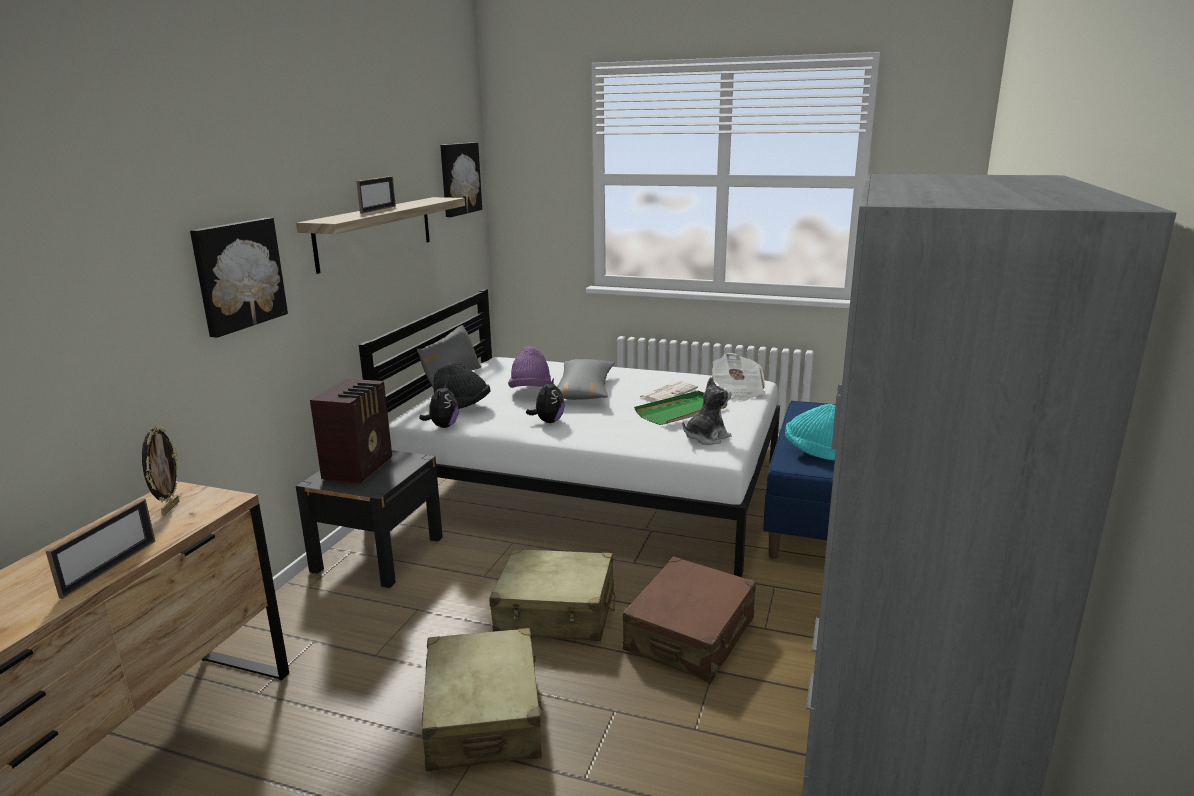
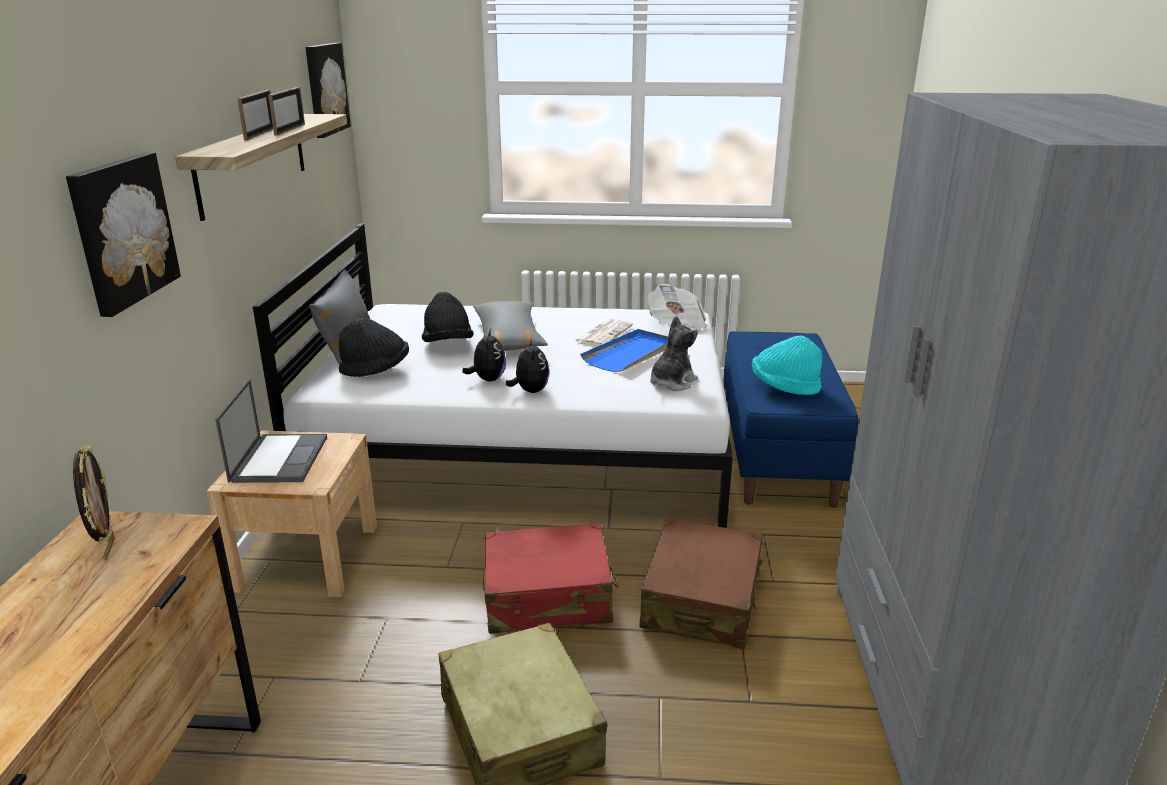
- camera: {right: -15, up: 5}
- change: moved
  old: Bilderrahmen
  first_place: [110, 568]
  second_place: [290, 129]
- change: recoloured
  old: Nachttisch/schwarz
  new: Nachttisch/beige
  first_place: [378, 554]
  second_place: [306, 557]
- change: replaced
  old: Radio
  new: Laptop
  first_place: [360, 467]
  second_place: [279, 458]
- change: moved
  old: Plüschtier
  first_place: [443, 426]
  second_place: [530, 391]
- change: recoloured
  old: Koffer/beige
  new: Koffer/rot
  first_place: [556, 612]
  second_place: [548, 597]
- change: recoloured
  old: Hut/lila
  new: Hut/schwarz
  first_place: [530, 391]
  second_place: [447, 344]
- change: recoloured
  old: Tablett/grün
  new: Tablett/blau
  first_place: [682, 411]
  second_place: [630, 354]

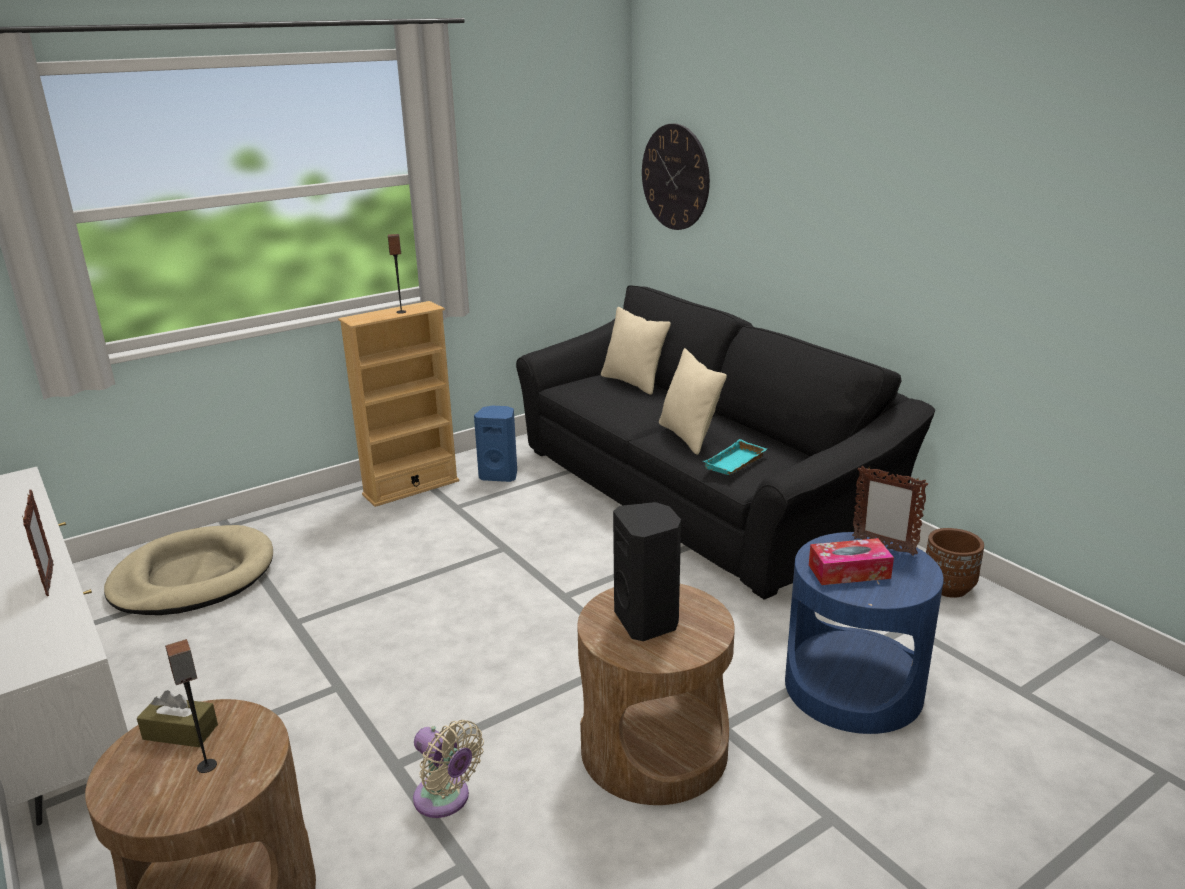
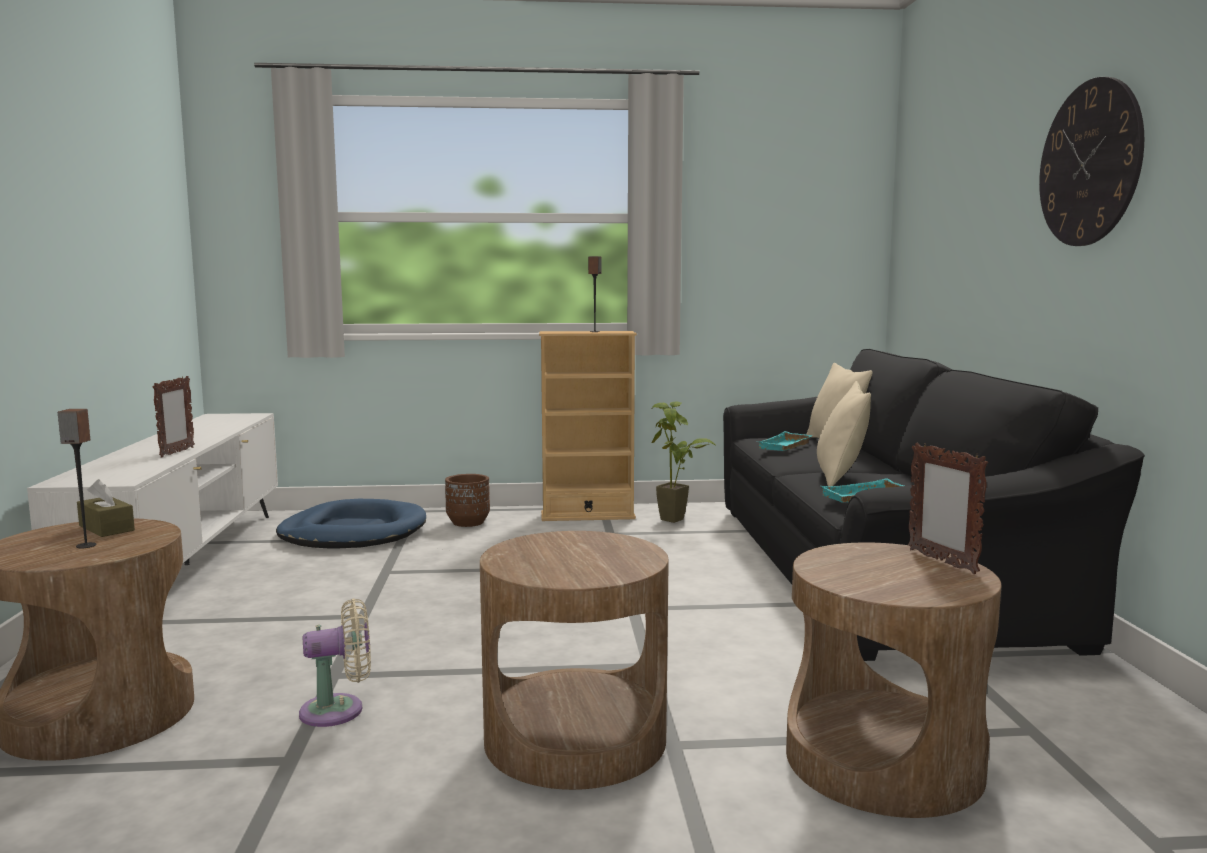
- camera: {right: 30, up: -15}
- change: recoloured
  old: Hundebett/beige
  new: Hundebett/blau
  first_place: [193, 577]
  second_place: [353, 532]
- change: turned
  old: Ventilator/beige
  first_place: [445, 800]
  second_place: [339, 710]
  degrees: -90
- change: replaced
  old: Lautsprecher/blau
  new: Topfpflanze
  first_place: [499, 475]
  second_place: [677, 522]
- change: removed
  old: Lautsprecher/schwarz
  first_place: [648, 621]
- change: moved
  old: Wanduhr
  first_place: [675, 177]
  second_place: [1089, 163]
- change: recoloured
  old: Beistelltisch/blau
  new: Beistelltisch/braun
  first_place: [853, 687]
  second_place: [883, 761]
- change: removed
  old: Taschentuchbox
  first_place: [849, 571]
- change: moved
  old: Pflanzkübel/braun
  first_place: [948, 587]
  second_place: [468, 522]
- change: added
  new: Tablett/türkis
  second_place: [786, 446]

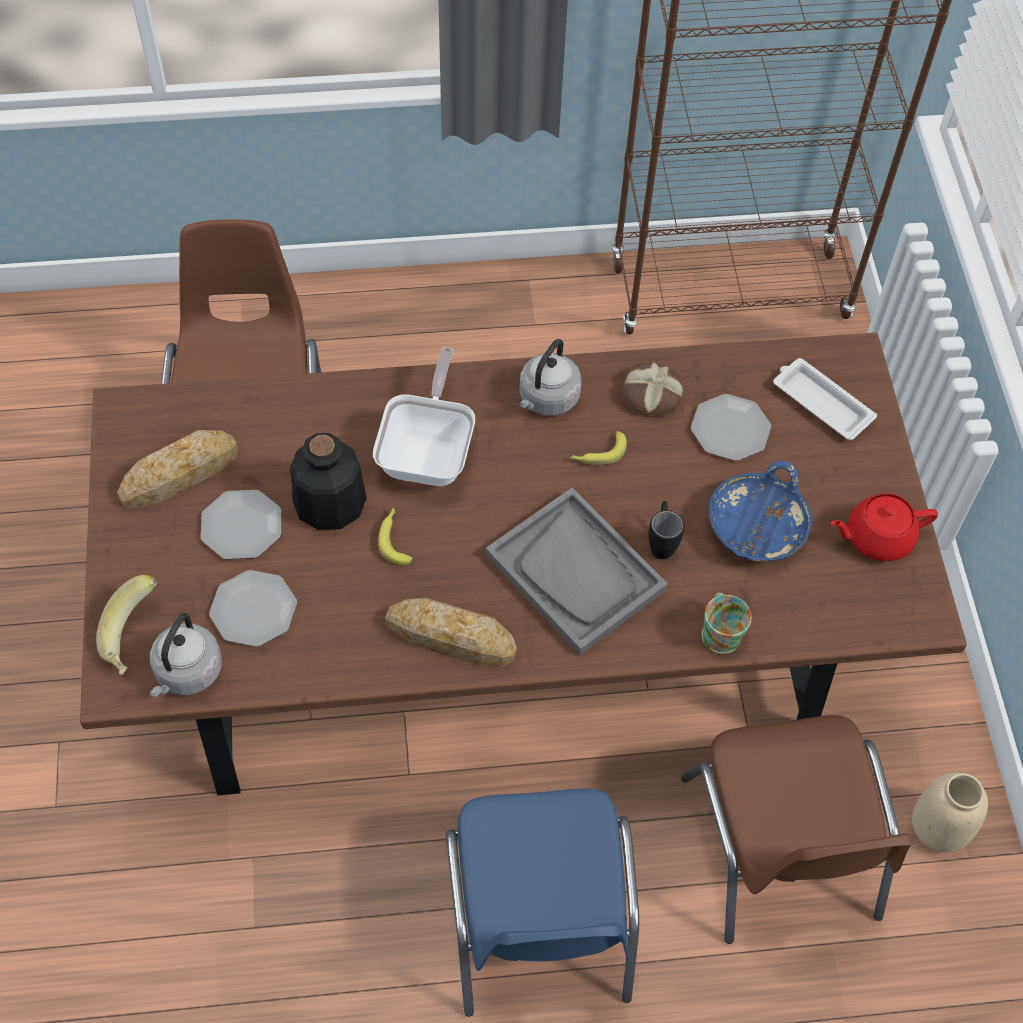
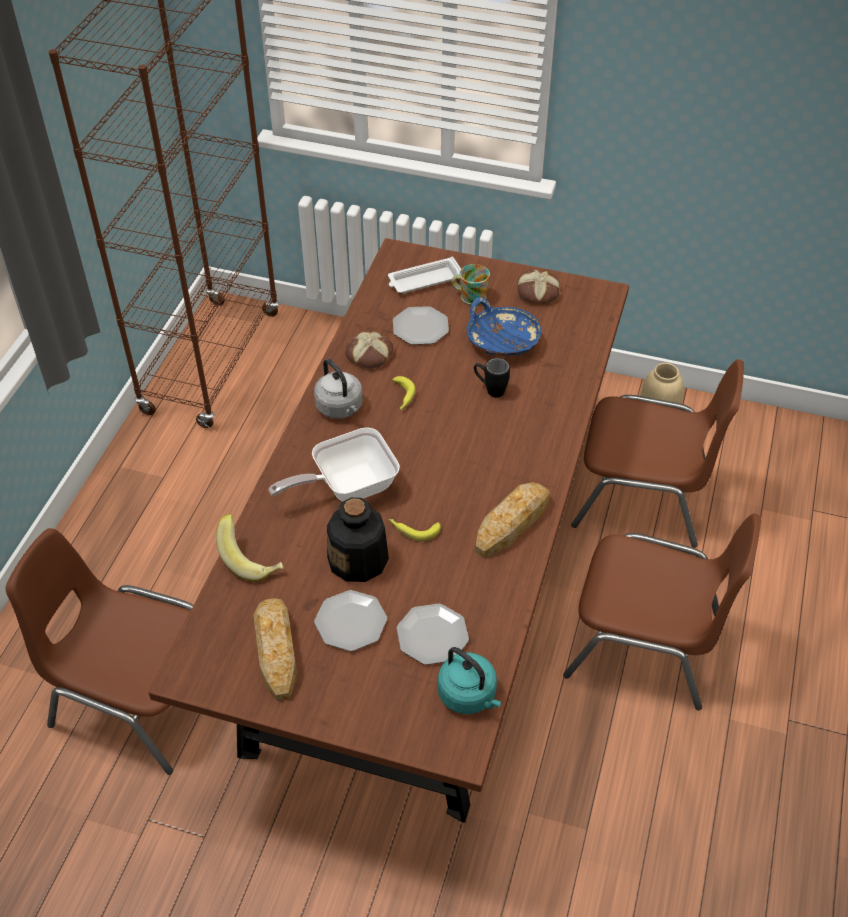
- camera: {right: -65, up: -10}
- change: moved
  old: Banane
  first_place: [135, 637]
  second_place: [251, 559]
- change: recoloured
  old: Wasserkessel/grau
  new: Wasserkessel/türkis
  first_place: [187, 673]
  second_place: [469, 696]
- change: turned
  old: Pfanne
  first_place: [429, 452]
  second_place: [347, 487]
  degrees: -60
- change: recoloured
  old: Stuhl/blau
  new: Stuhl/braun
  first_place: [538, 922]
  second_place: [646, 644]
- change: removed
  old: Tablett/grau
  first_place: [576, 573]
- change: moved
  old: Henkelbecher
  first_place: [720, 631]
  second_place: [469, 296]
- change: replaced
  old: Teekanne/rot
  new: Brot
  first_place: [877, 537]
  second_place: [537, 292]

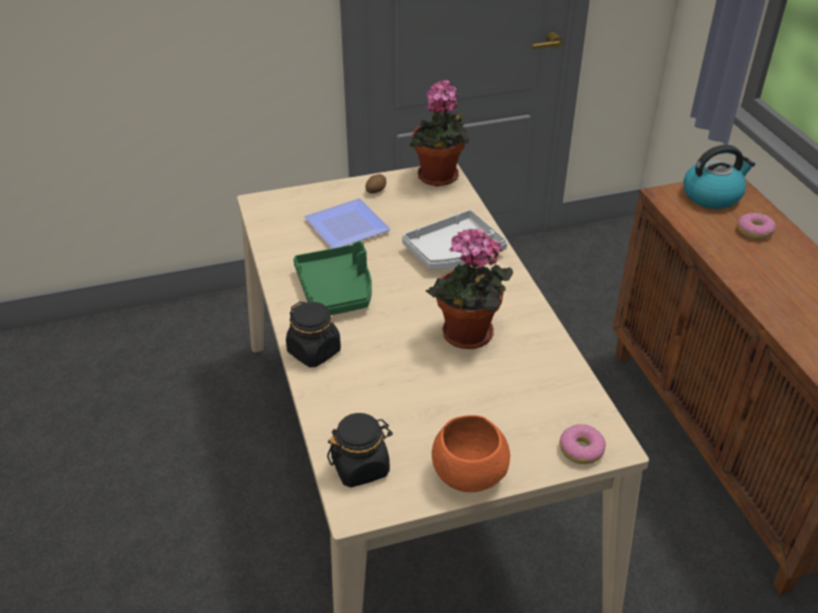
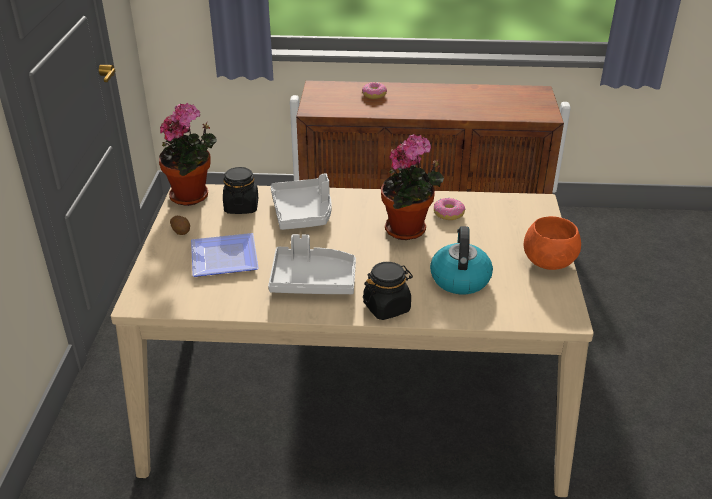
- camera: {right: -70, up: -5}
- change: recoloured
  old: Tablett/grün
  new: Tablett/grau
  first_place: [336, 290]
  second_place: [313, 280]
- change: moved
  old: Vorratsglas/schwarz
  first_place: [361, 466]
  second_place: [241, 206]
- change: moved
  old: Donut
  first_place: [581, 450]
  second_place: [449, 214]
- change: moved
  old: Wasserkessel
  first_place: [712, 195]
  second_place: [459, 278]

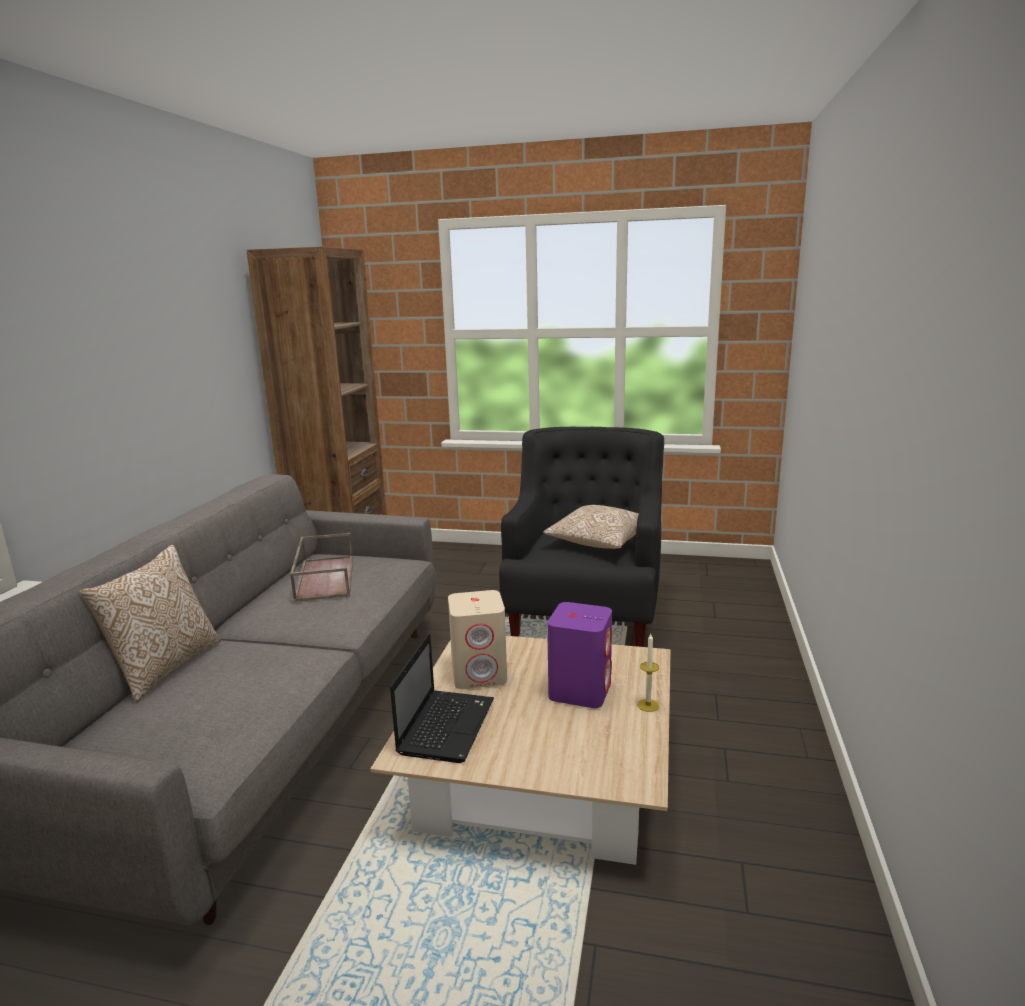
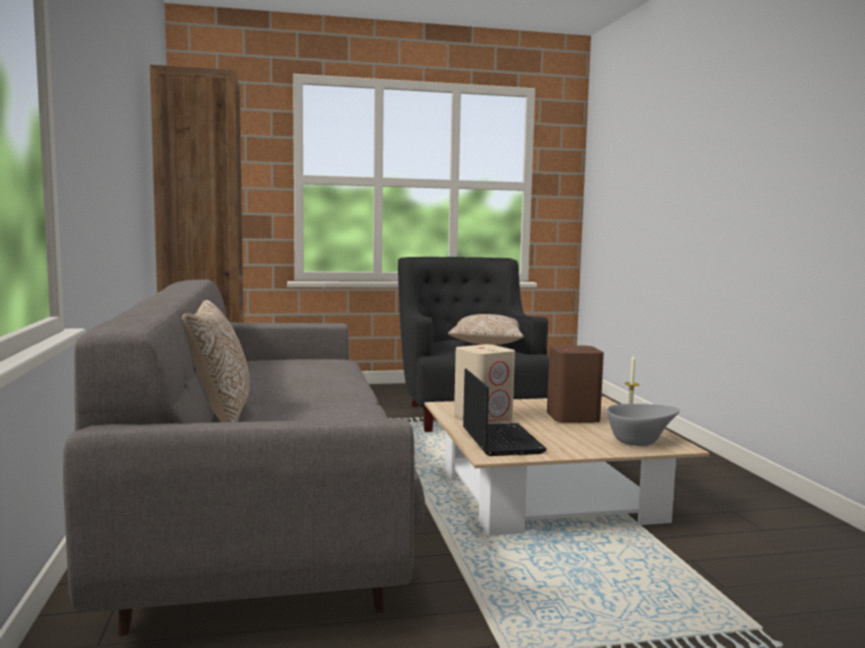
- camera: {right: -25, up: -10}
- change: removed
  old: Tablett/braun
  first_place: [324, 577]
- change: recoloured
  old: Lautsprecher/lila
  new: Lautsprecher/braun
  first_place: [580, 690]
  second_place: [572, 417]
- change: added
  new: Schüssel/grau
  second_place: [640, 441]

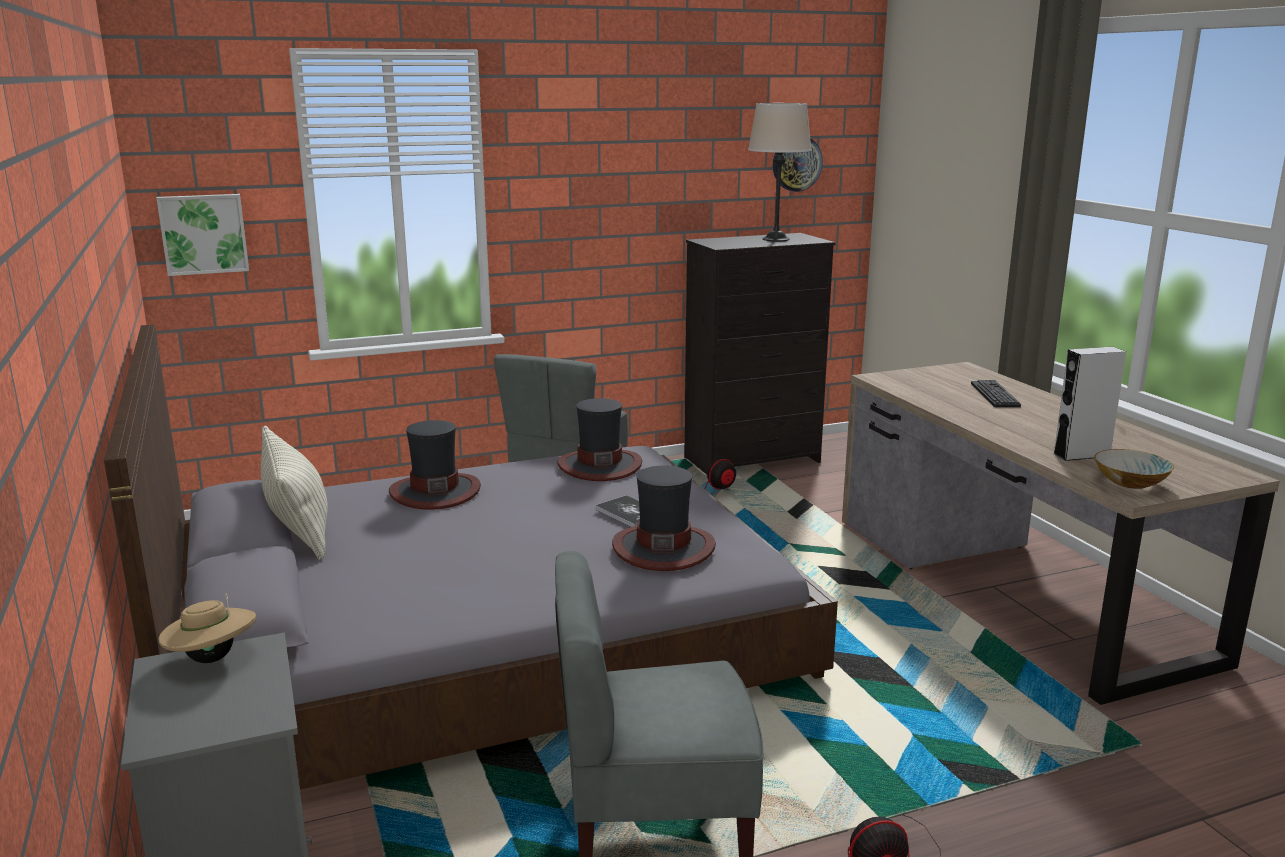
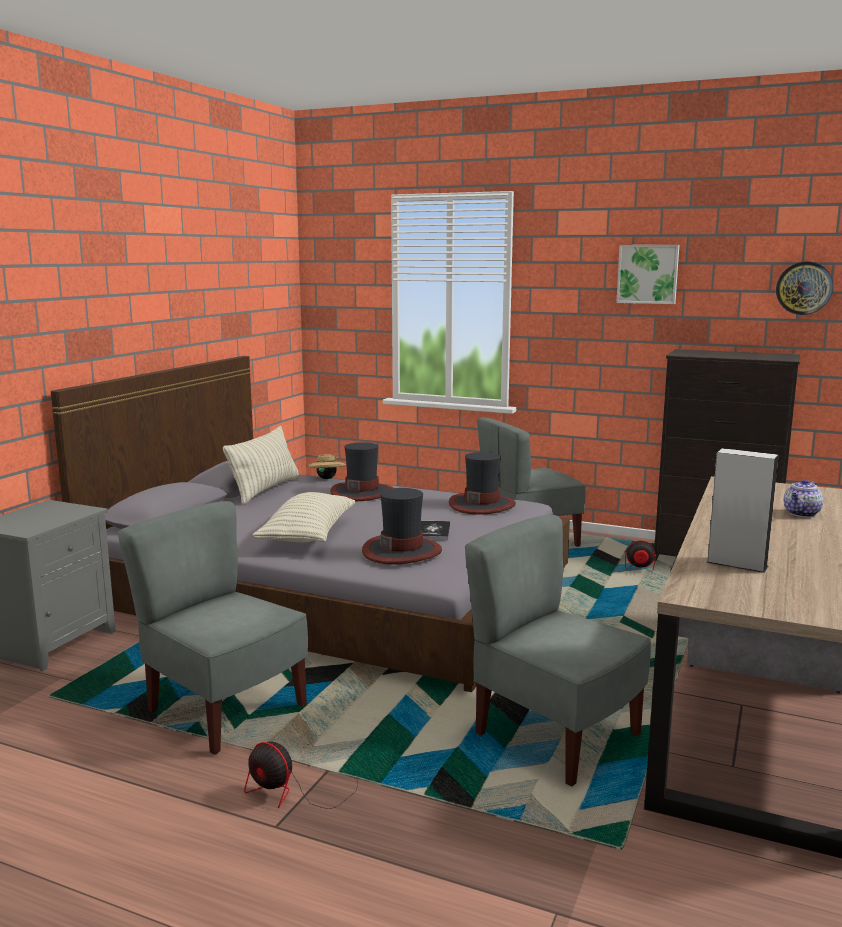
- camera: {right: 45, up: -5}
- change: moved
  old: Bild
  first_place: [204, 234]
  second_place: [648, 274]
- change: moved
  old: Hut/beige
  first_place: [212, 658]
  second_place: [327, 478]
- change: removed
  old: Tischlampe/beige
  first_place: [775, 239]
- change: replaced
  old: Tastatur
  new: Teekanne
  first_place: [994, 395]
  second_place: [801, 514]
- change: removed
  old: Schüssel
  first_place: [1130, 483]
- change: added
  new: Kissen
  second_place: [307, 535]
- change: added
  new: Stuhl/grau
  second_place: [555, 736]

